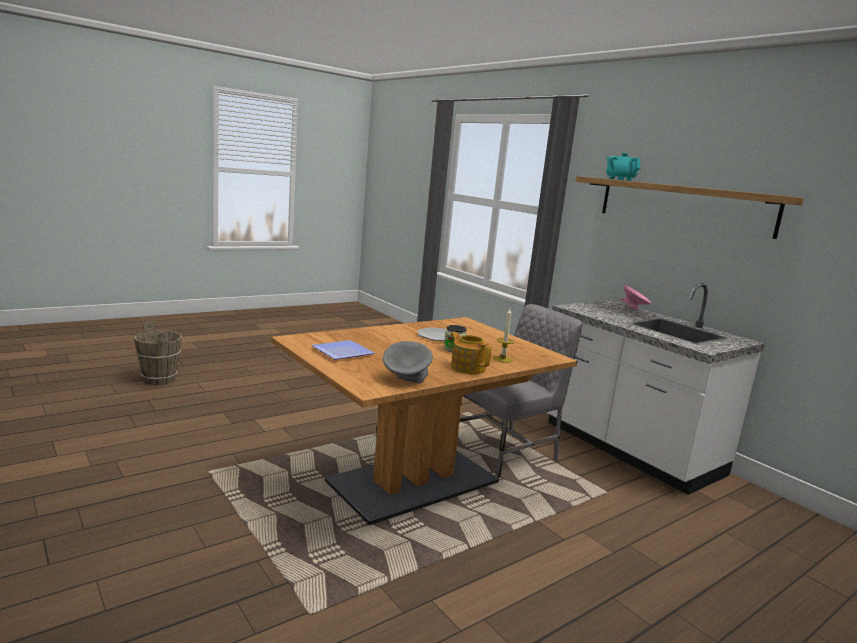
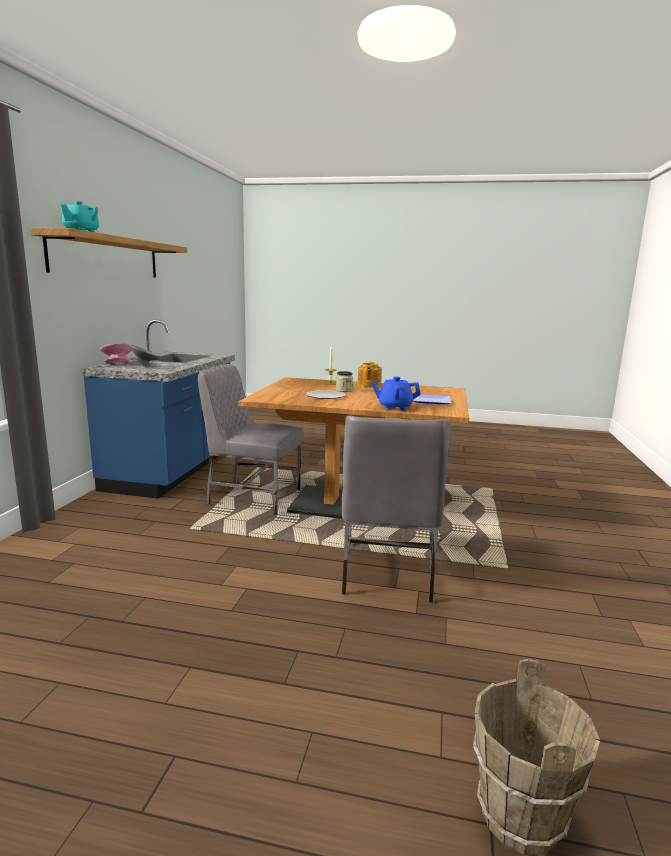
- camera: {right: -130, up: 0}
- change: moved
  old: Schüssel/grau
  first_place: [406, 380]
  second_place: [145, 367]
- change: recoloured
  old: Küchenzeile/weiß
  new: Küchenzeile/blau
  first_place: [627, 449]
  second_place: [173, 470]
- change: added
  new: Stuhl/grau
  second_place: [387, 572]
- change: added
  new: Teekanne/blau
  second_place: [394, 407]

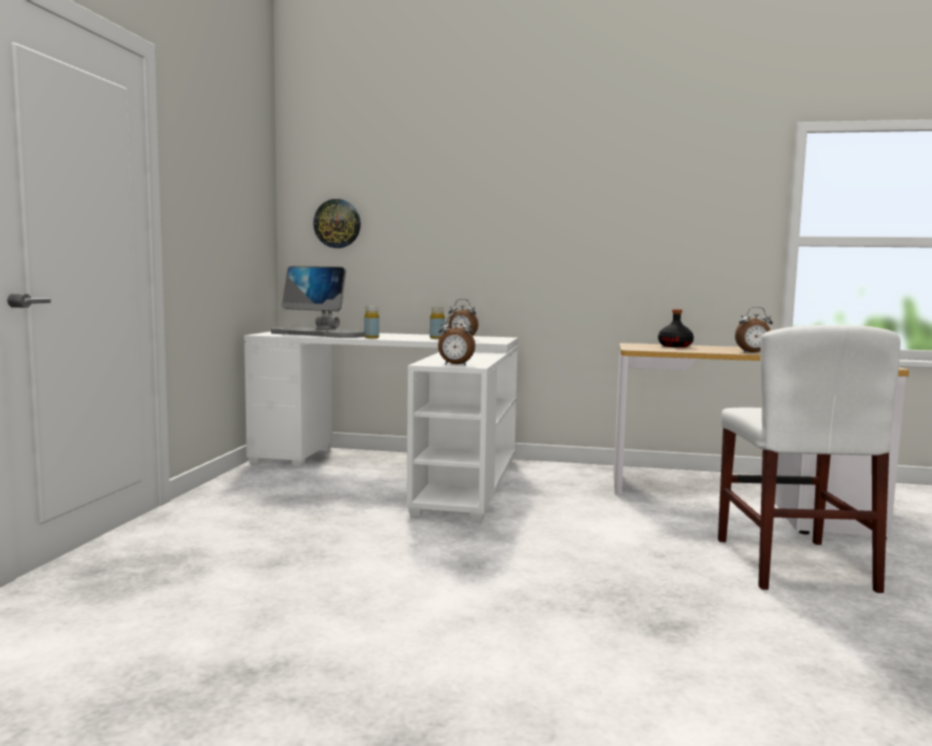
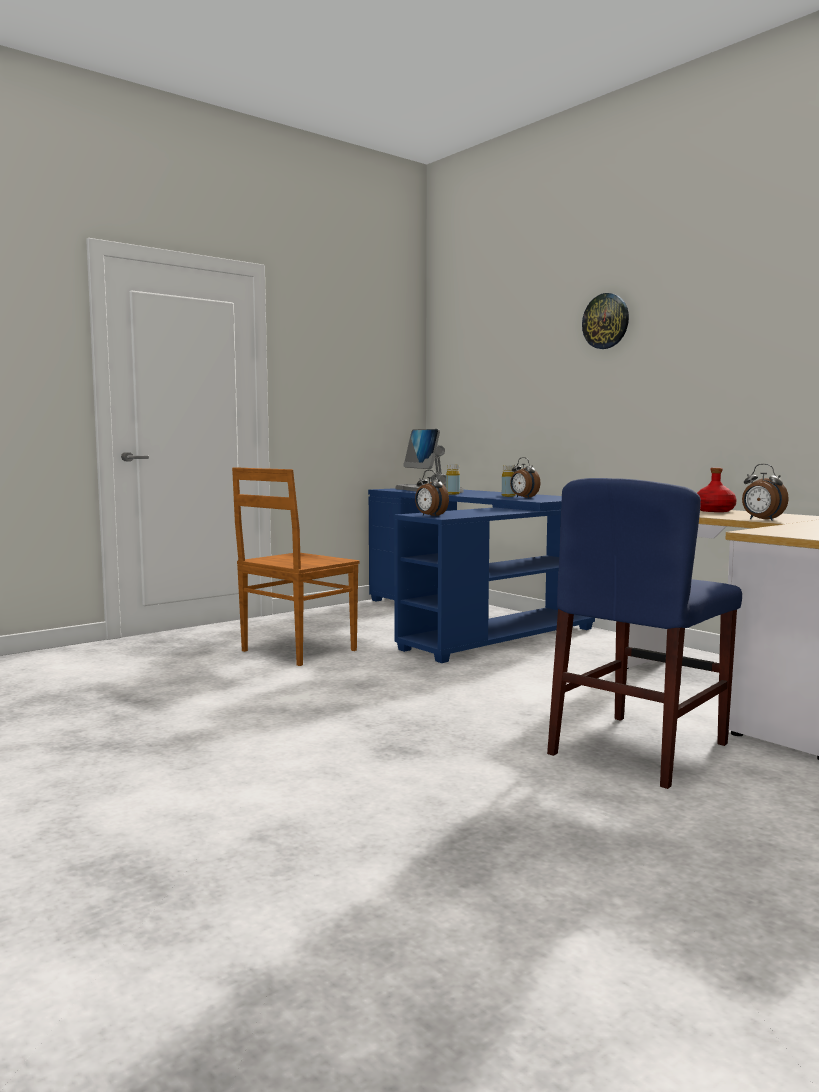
- camera: {right: 40, up: 0}
- change: recoloured
  old: Schreibtisch/weiß
  new: Schreibtisch/blau
  first_place: [402, 470]
  second_place: [471, 621]
- change: moved
  old: Wanduhr
  first_place: [337, 223]
  second_place: [606, 321]
- change: recoloured
  old: Flasche/schwarz
  new: Flasche/rot
  first_place: [675, 346]
  second_place: [714, 511]
- change: recoloured
  old: Stuhl/weiß
  new: Stuhl/blau
  first_place: [792, 564]
  second_place: [639, 749]
- change: added
  new: Stuhl/braun
  second_place: [296, 651]

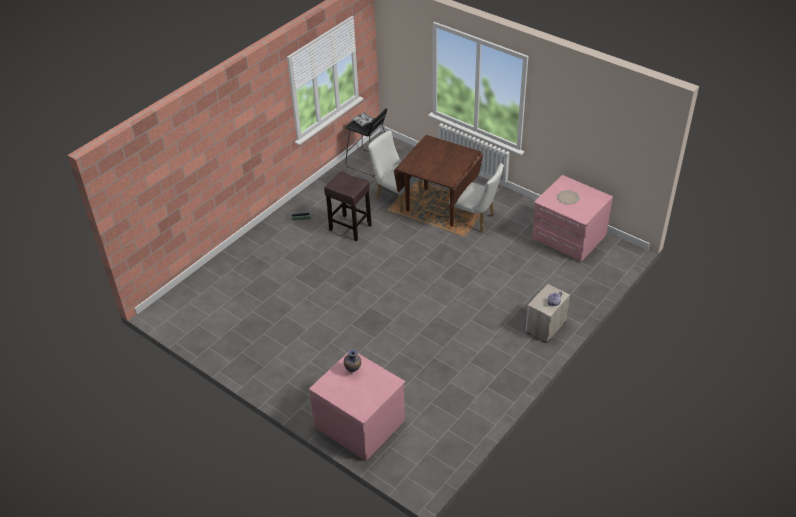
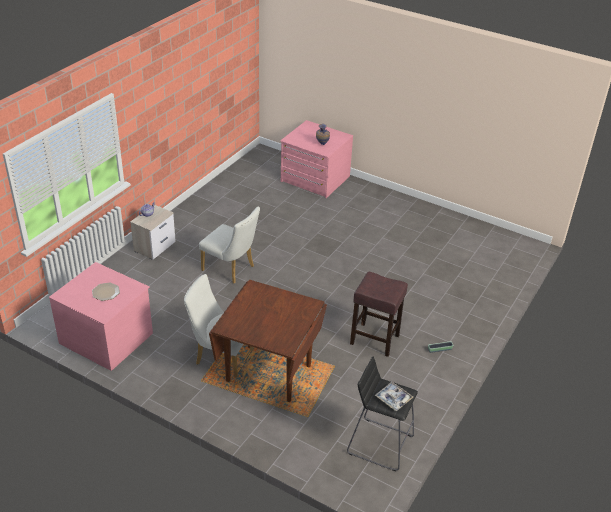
- camera: {right: 170, up: -5}
- change: moved
  old: Stuhl/weiß
  first_place: [395, 196]
  second_place: [231, 269]

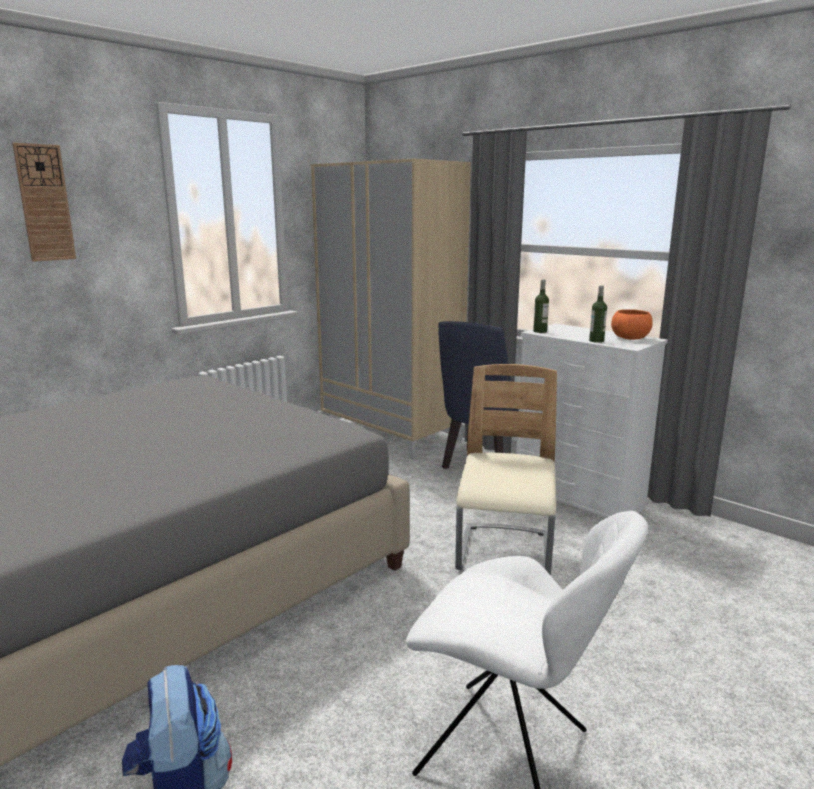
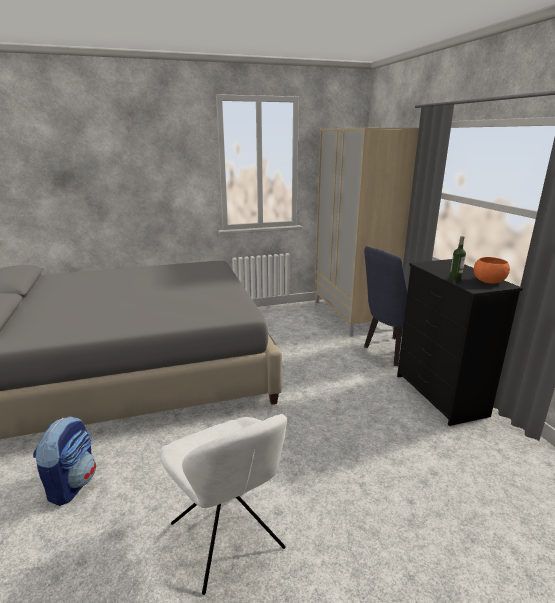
- camera: {right: 30, up: 5}
- change: removed
  old: Wanduhr
  first_place: [45, 203]
- change: removed
  old: Stuhl/beige
  first_place: [504, 554]
- change: recoloured
  old: Kommode/weiß
  new: Kommode/schwarz
  first_place: [579, 500]
  second_place: [440, 395]
- change: removed
  old: Flasche
  first_place: [540, 331]

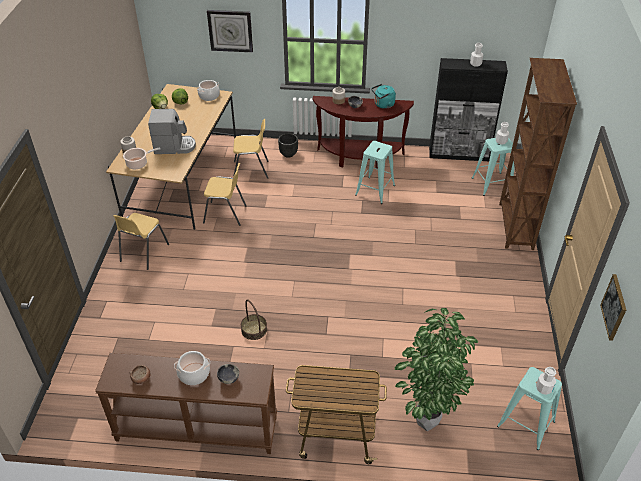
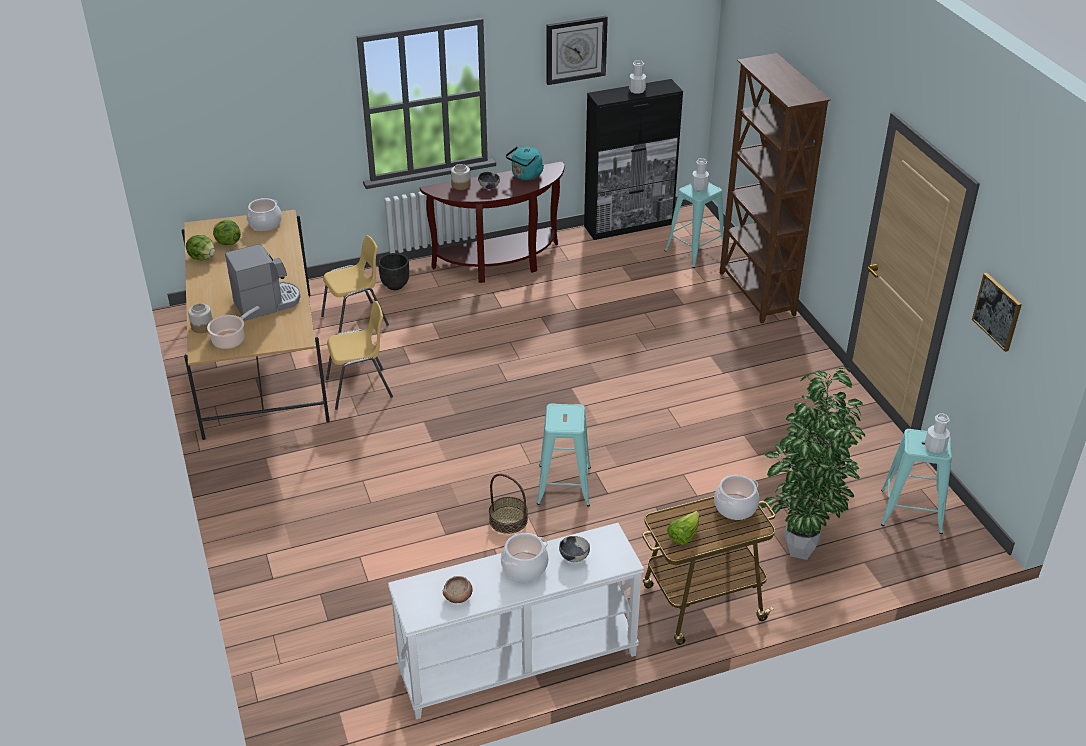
- camera: {right: -25, up: -5}
- change: recoloured
  old: Konsolentisch/braun
  new: Konsolentisch/weiß
  first_place: [196, 430]
  second_place: [518, 664]
- change: removed
  old: Stuhl/gelb
  first_place: [143, 253]
- change: moved
  old: Wanduhr
  first_place: [230, 30]
  second_place: [576, 49]
- change: moved
  old: Hocker/türkis
  first_place: [375, 190]
  second_place: [564, 485]
- change: added
  new: Salatkopf
  second_place: [683, 535]
- change: added
  new: Kochtopf
  second_place: [735, 507]

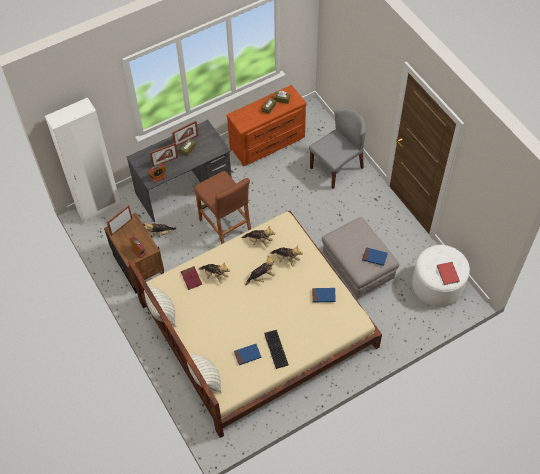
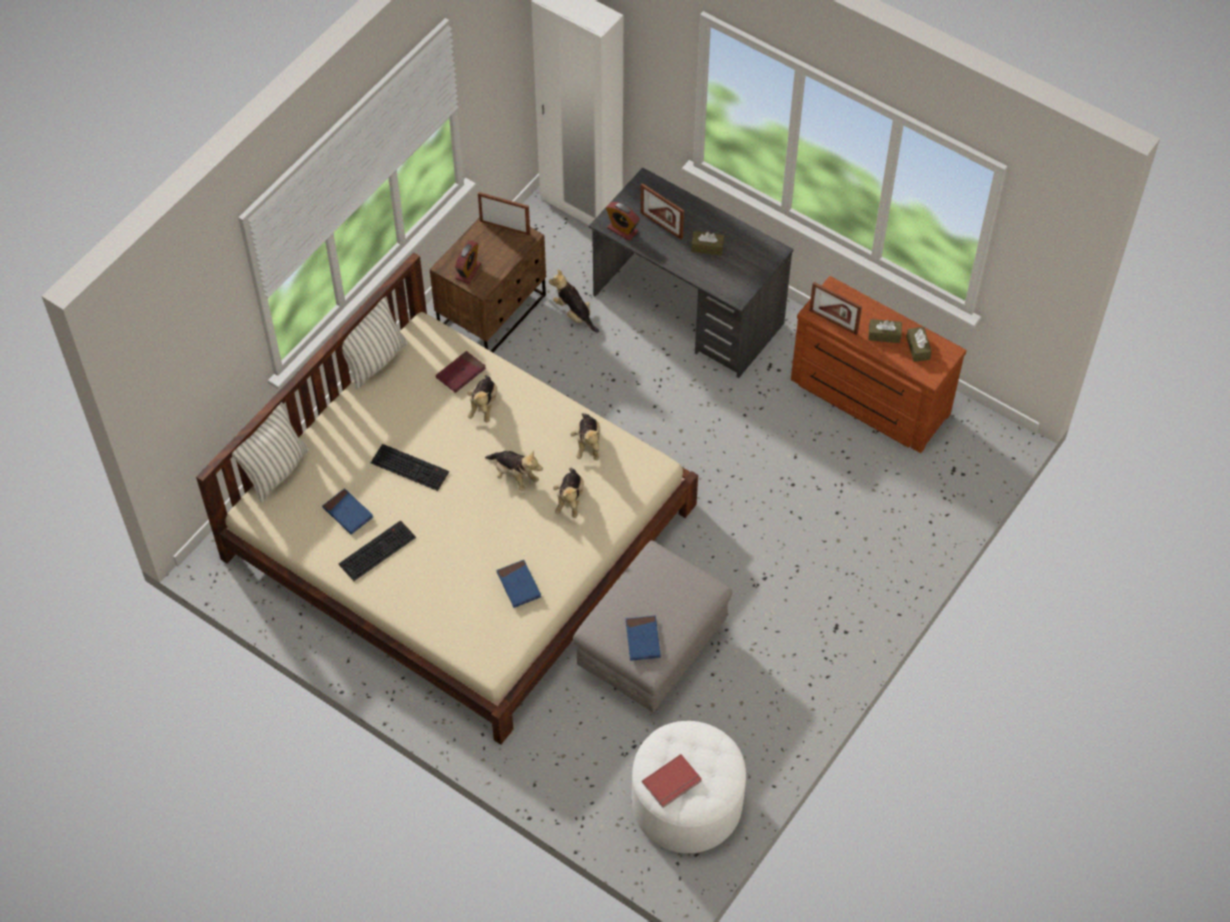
- camera: {right: 65, up: 0}
- change: moved
  old: Bilderrahmen
  first_place: [186, 141]
  second_place: [833, 322]
- change: removed
  old: Hocker/braun
  first_place: [225, 226]
- change: removed
  old: Stuhl/grau
  first_place: [336, 167]
- change: added
  new: Tastatur
  second_place: [411, 467]

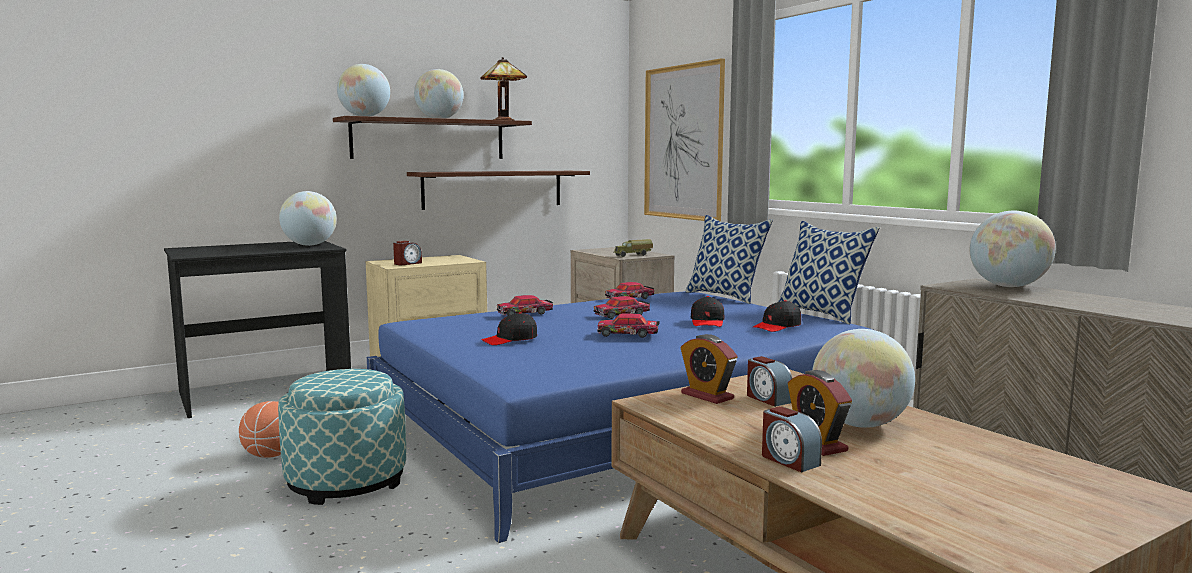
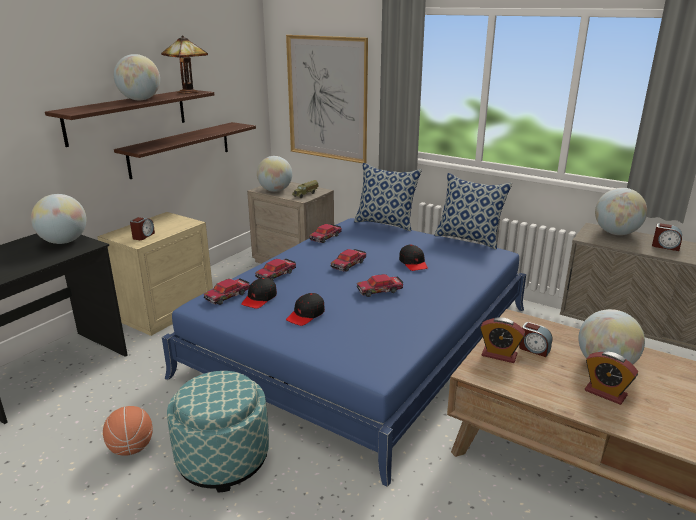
- camera: {right: -25, up: 15}
- change: moved
  old: Globus
  first_place: [365, 116]
  second_place: [275, 190]
- change: moved
  old: Kappe/schwarz
  first_place: [777, 326]
  second_place: [259, 299]
- change: moved
  old: Wecker
  first_place: [789, 460]
  second_place: [665, 246]
- change: added
  new: Spielzeugauto
  second_place: [228, 296]

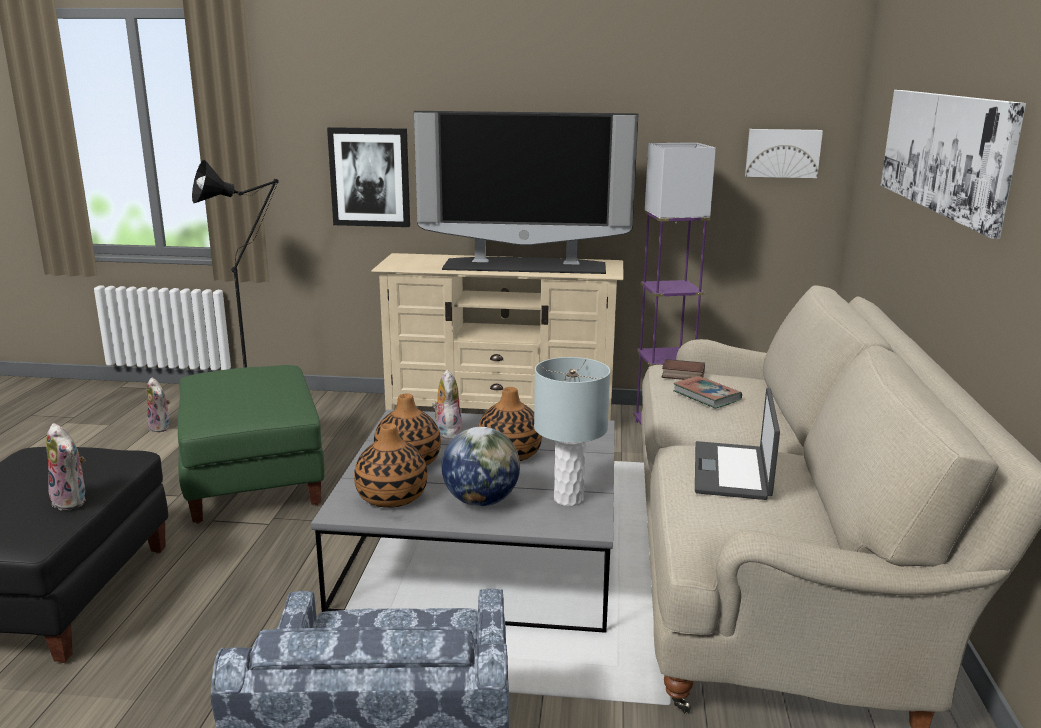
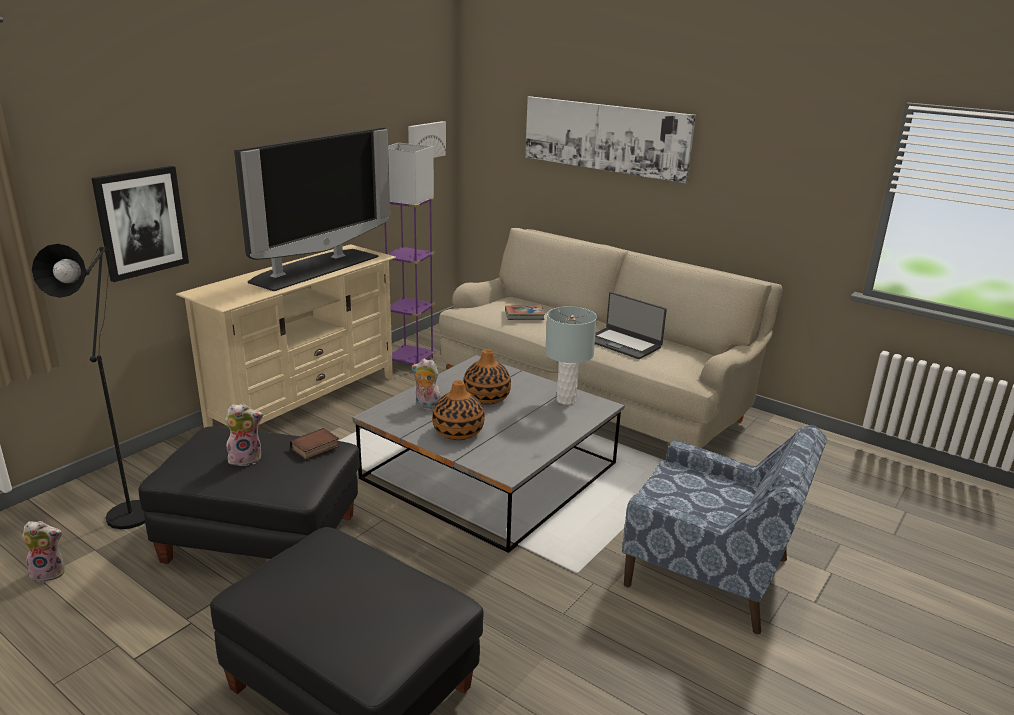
- camera: {right: -60, up: 5}
- change: moved
  old: Plüschtier
  first_place: [73, 500]
  second_place: [246, 458]
- change: recoloured
  old: Polsterhocker/grün
  new: Polsterhocker/schwarz
  first_place: [253, 480]
  second_place: [261, 540]
- change: removed
  old: Vase
  first_place: [392, 497]
- change: removed
  old: Globus
  first_place: [481, 501]
- change: moved
  old: Buch
  first_place: [682, 375]
  second_place: [315, 448]

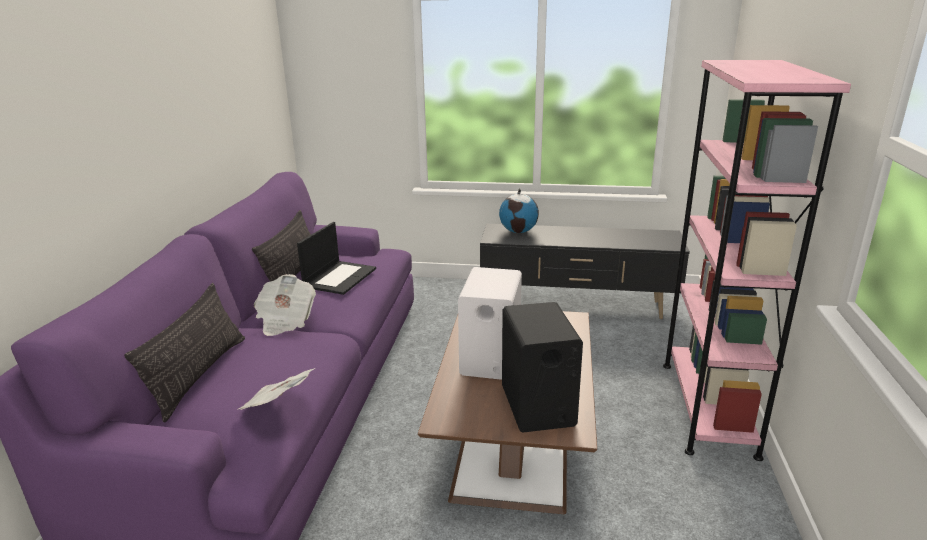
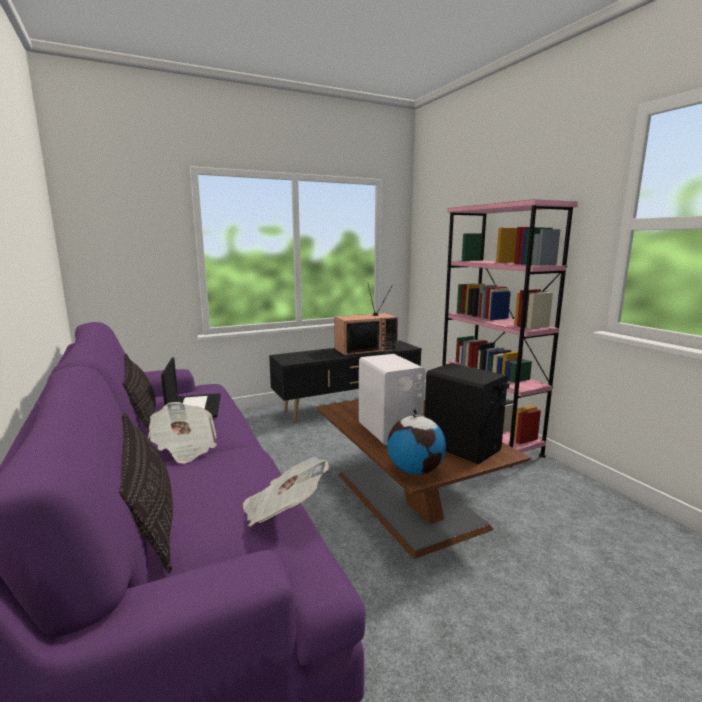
- camera: {right: -35, up: -10}
- change: moved
  old: Globus
  first_place: [518, 231]
  second_place: [415, 470]
- change: added
  new: Fernseher
  second_place: [366, 349]

